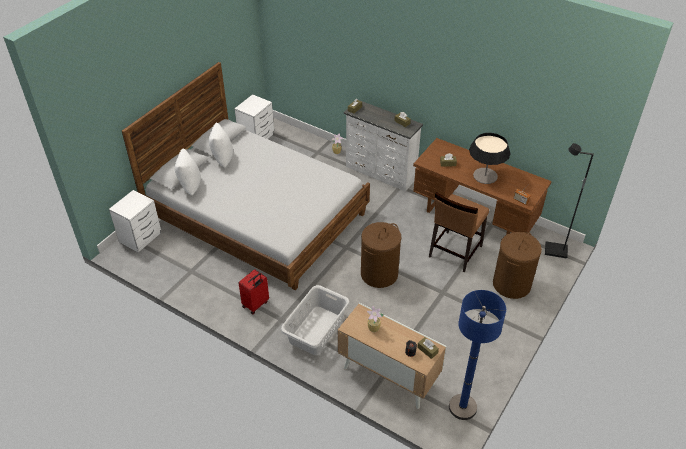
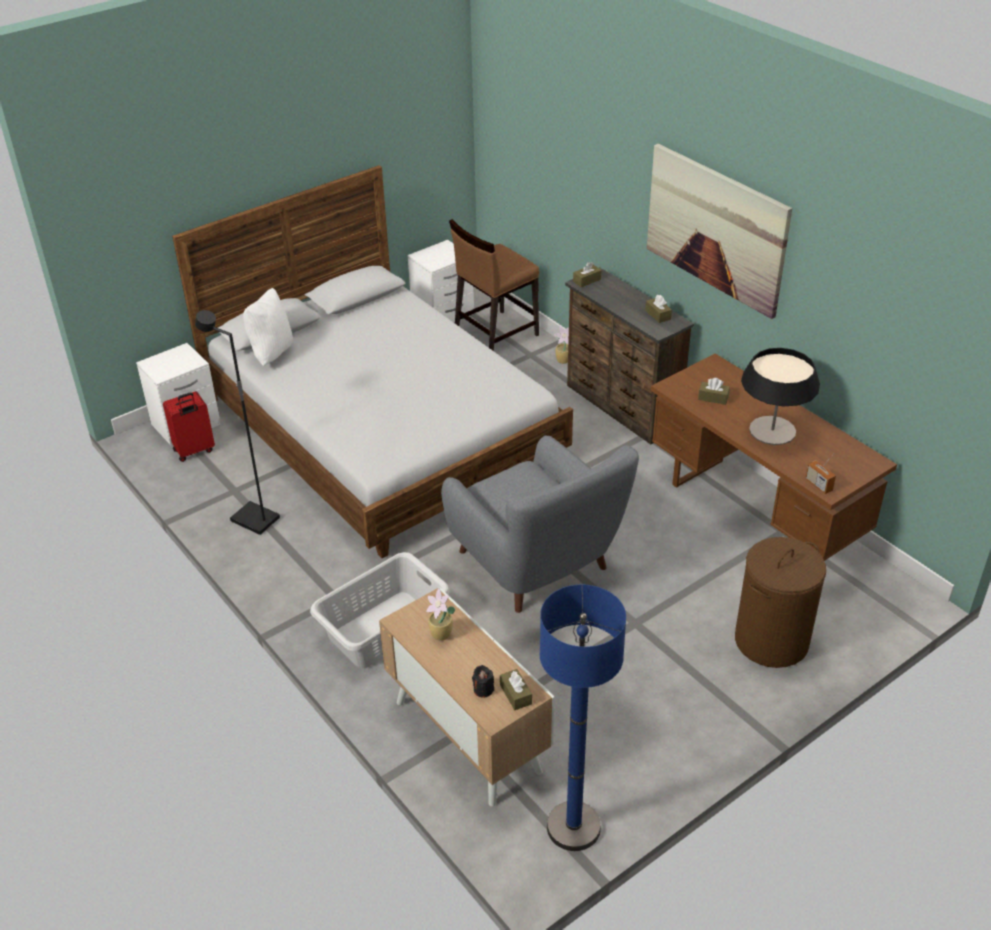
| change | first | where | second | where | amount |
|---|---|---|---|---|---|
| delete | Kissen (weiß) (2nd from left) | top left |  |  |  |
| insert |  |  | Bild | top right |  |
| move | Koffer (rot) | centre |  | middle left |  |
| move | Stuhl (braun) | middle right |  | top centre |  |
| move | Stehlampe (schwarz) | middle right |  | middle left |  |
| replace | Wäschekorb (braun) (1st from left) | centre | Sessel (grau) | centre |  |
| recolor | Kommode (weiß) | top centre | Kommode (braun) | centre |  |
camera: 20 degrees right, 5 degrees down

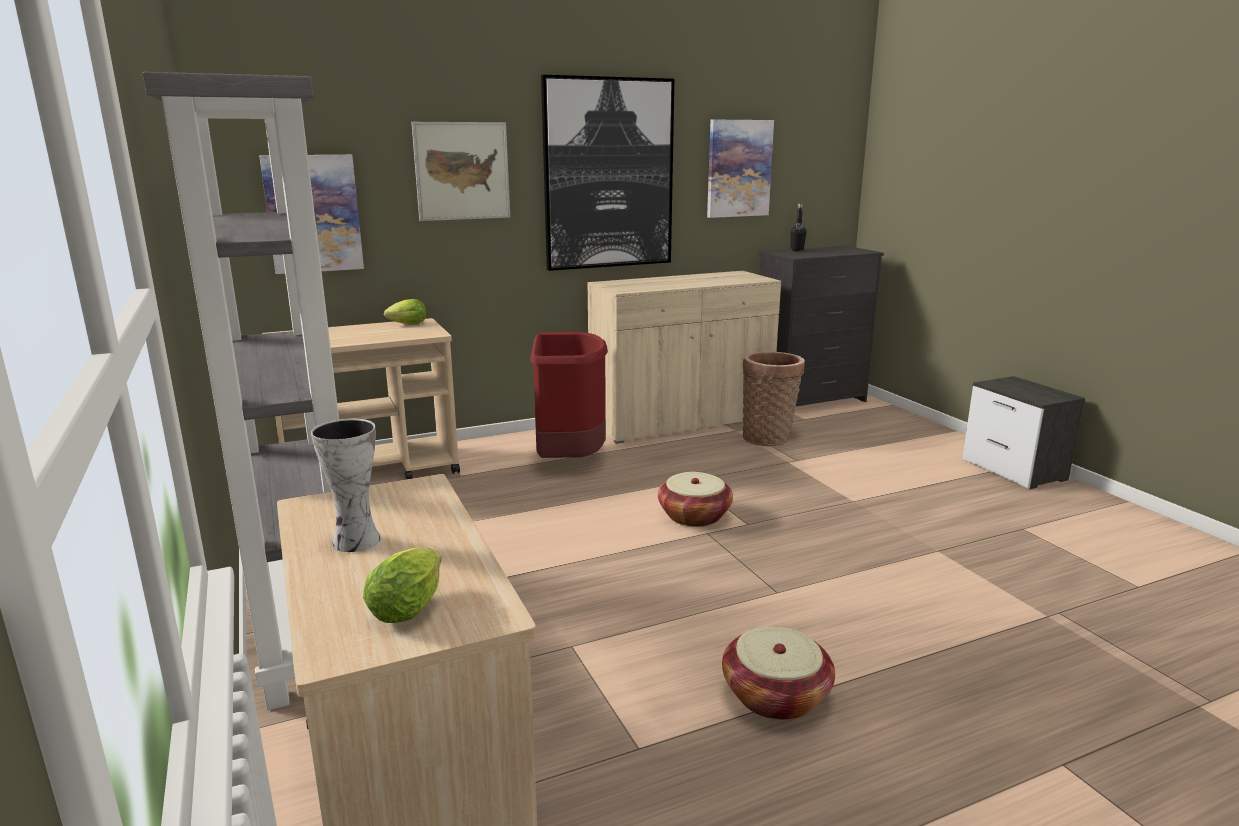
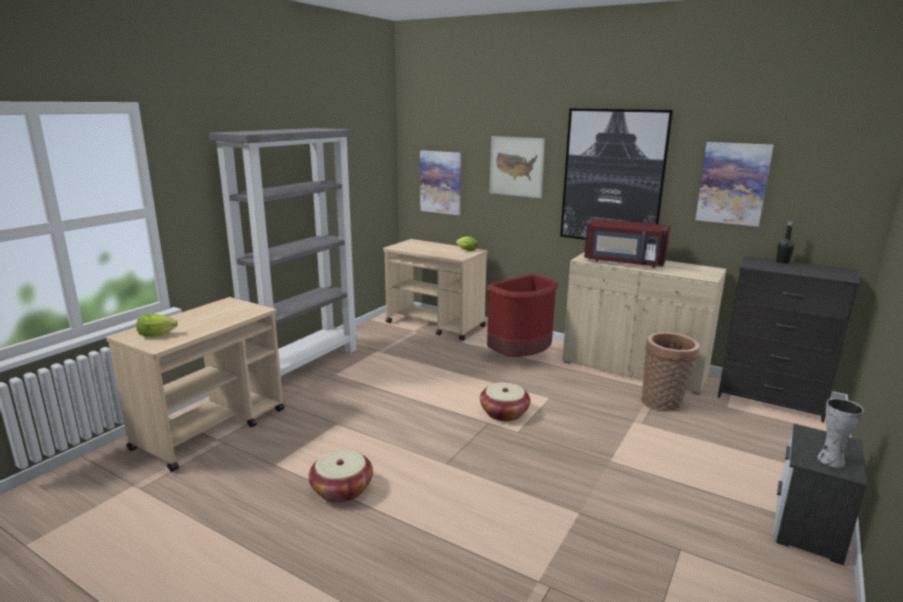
| change | first | where | second | where | amount |
|---|---|---|---|---|---|
| insert |  |  | Mikrowelle (rot) | middle right |  |
| move | Vase | middle left |  | bottom right |  |
camera: 55 degrees right, 0 degrees up

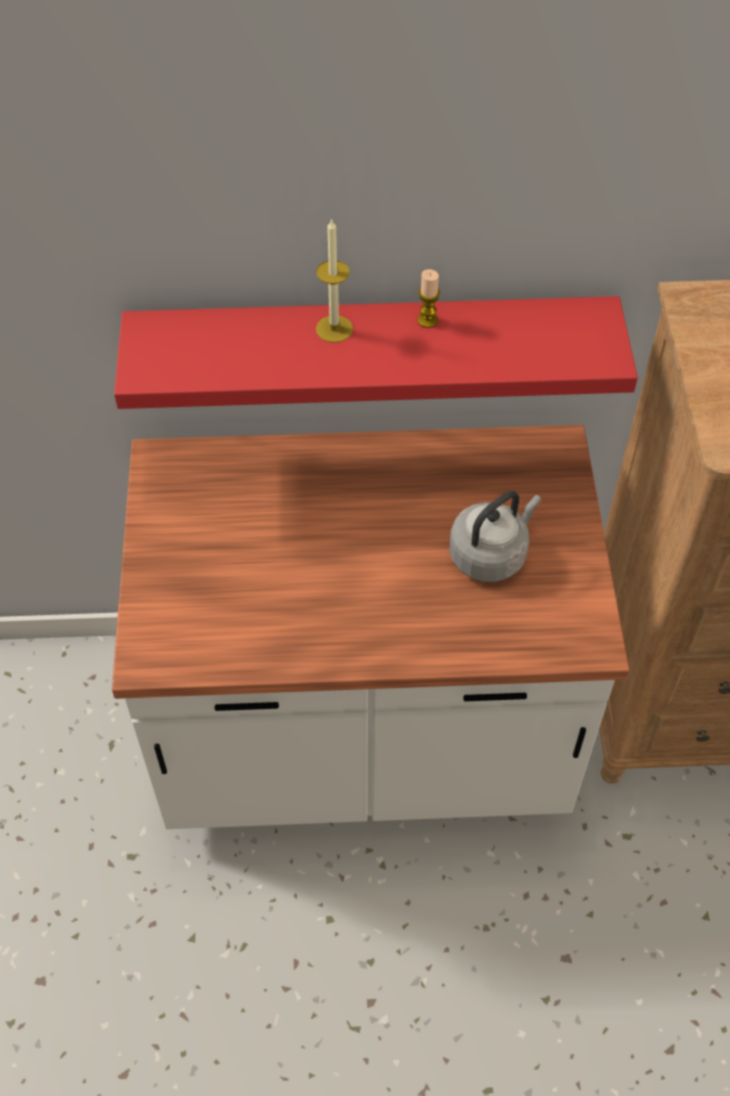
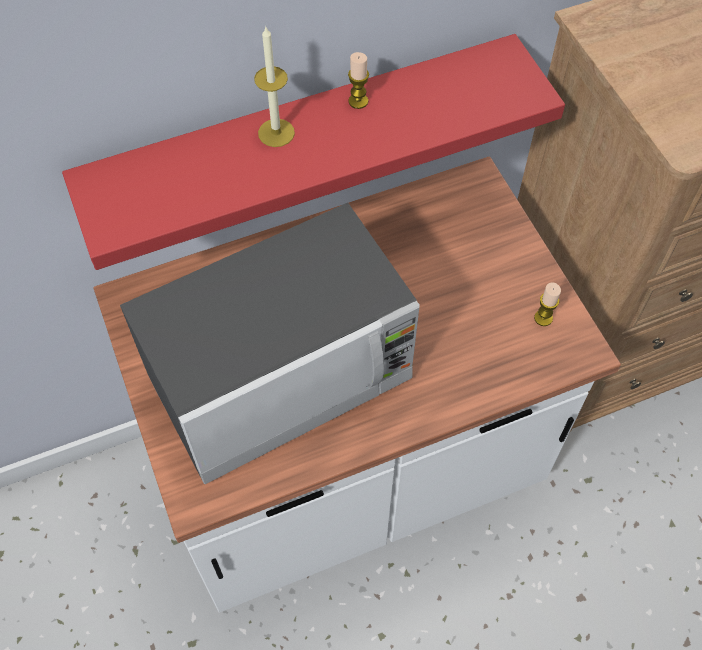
| change | first | where | second | where | amount |
|---|---|---|---|---|---|
| delete | Wasserkessel (grau) | middle right |  |  |  |
| insert |  |  | Mikrowelle | centre |  |
| insert |  |  | Kerze (3rd from left) | middle right |  |
camera: 20 degrees left, 5 degrees up

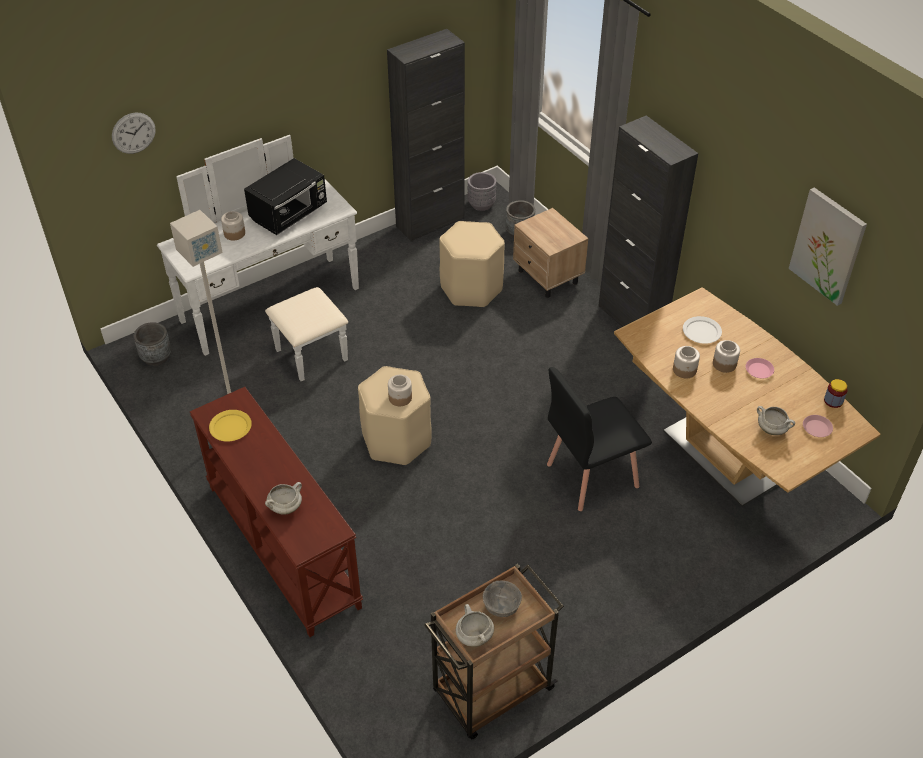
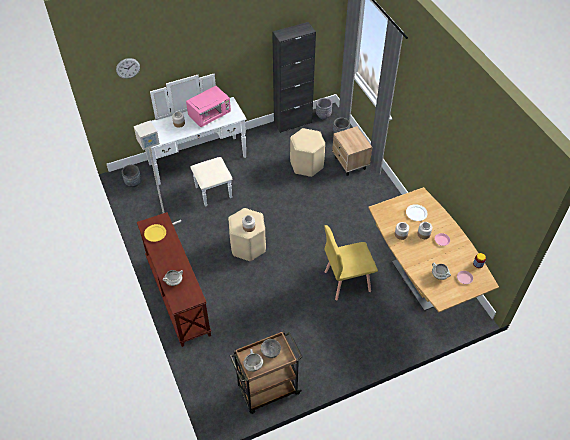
| change | first | where | second | where | amount |
|---|---|---|---|---|---|
| delete | Schrank (schwarz) (2nd from left) | top right |  |  |  |
| delete | Bild | top right |  |  |  |
| recolor | Mikrowelle (schwarz) | top left | Mikrowelle (rosa) | top centre |  |
| recolor | Stuhl (schwarz) | centre | Stuhl (gelb) | centre |  |
camera: 10 degrees right, 5 degrees up

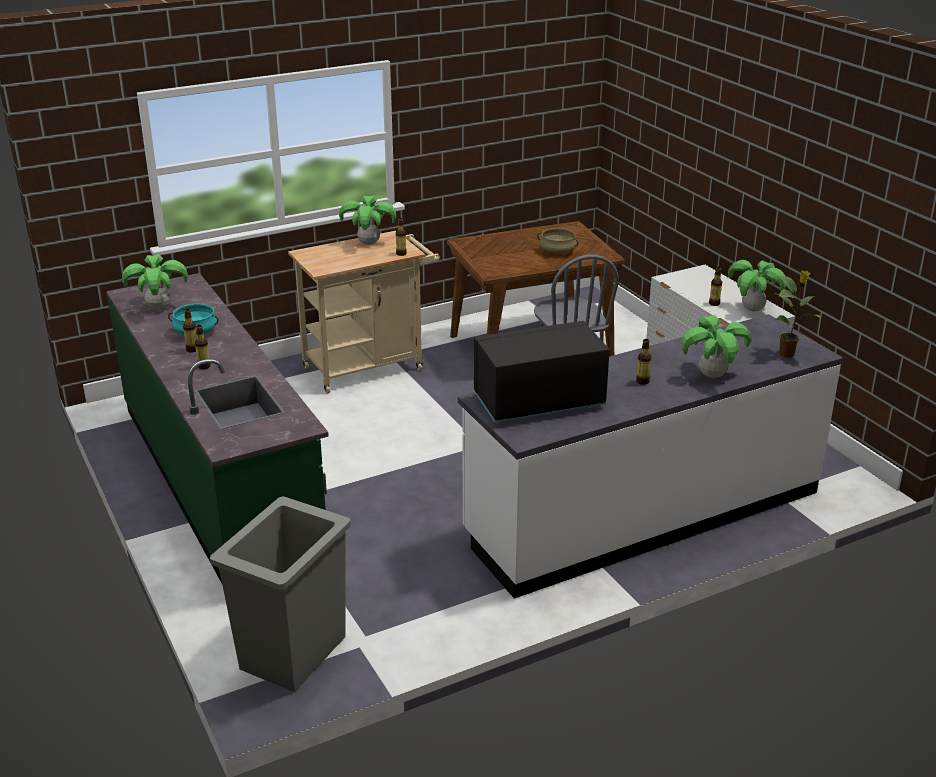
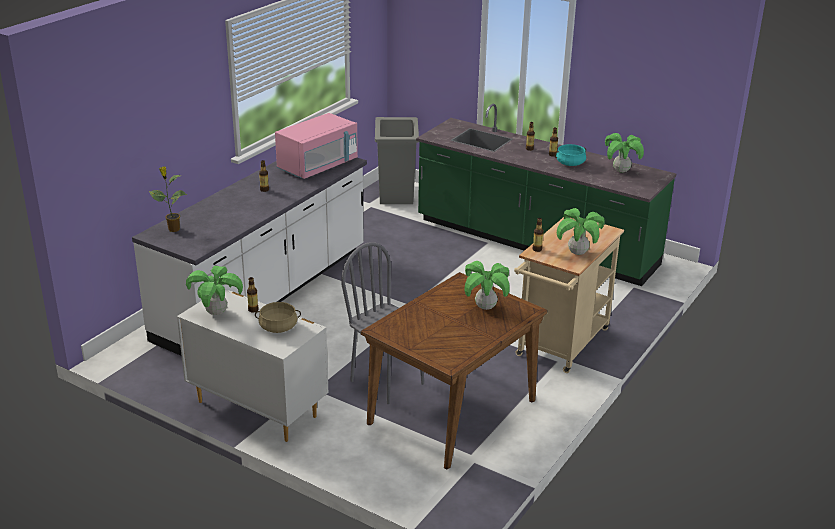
| change | first | where | second | where | amount |
|---|---|---|---|---|---|
| move | Kochtopf (beige) | top centre |  | middle left |  |
| move | Topfpflanze (3rd from left) | middle right |  | centre |  |
| recolor | Mikrowelle (schwarz) | centre | Mikrowelle (rosa) | top centre |  |
camera: 150 degrees right, 0 degrees up

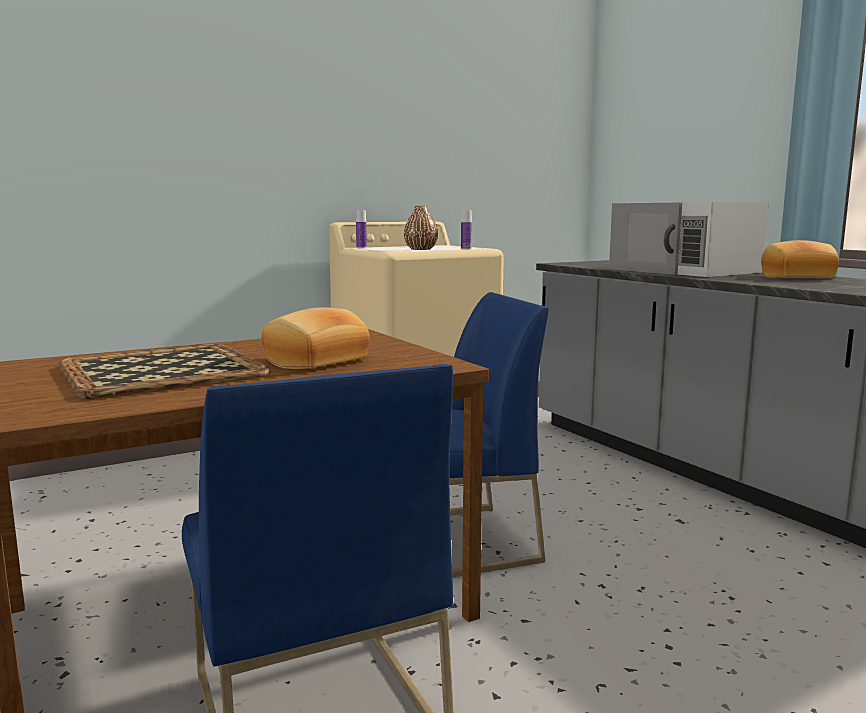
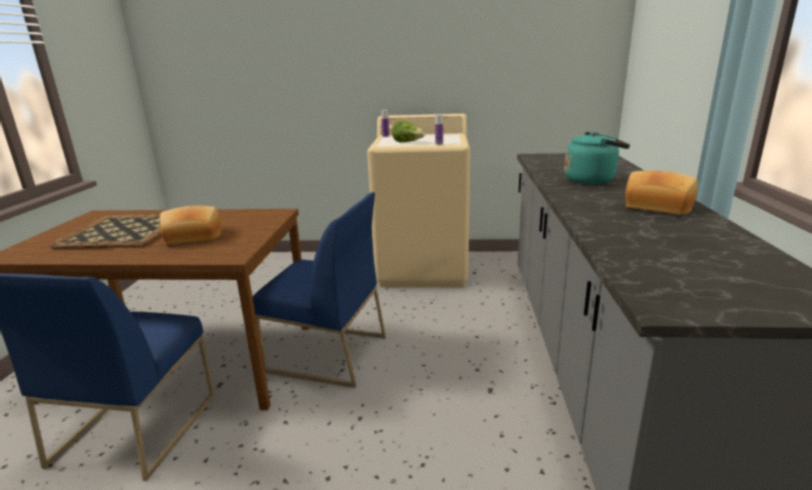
| change | first | where | second | where | amount |
|---|---|---|---|---|---|
| replace | Vase (braun) | top centre | Salatkopf | top centre |  |
| replace | Mikrowelle (weiß) | middle right | Wasserkessel (türkis) | top right |  |
camera: 35 degrees right, 10 degrees up

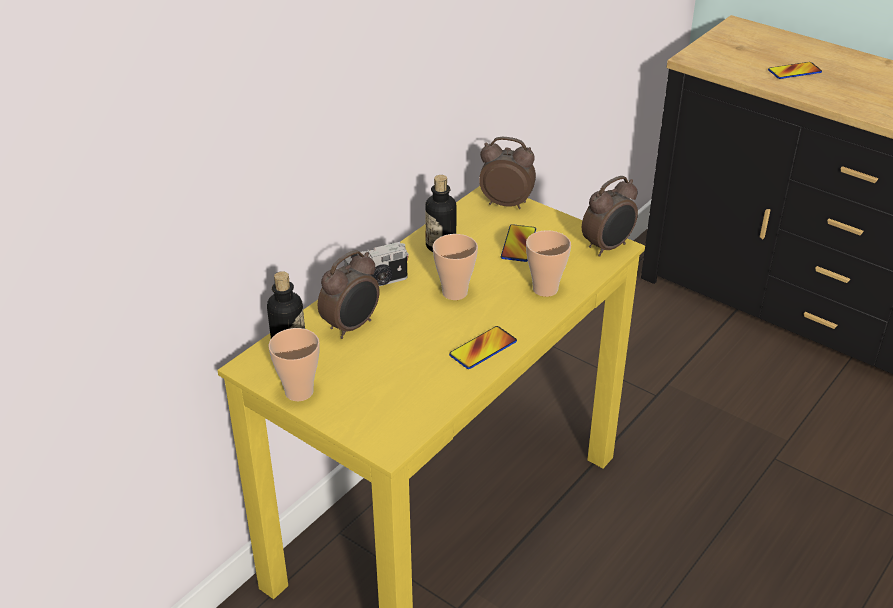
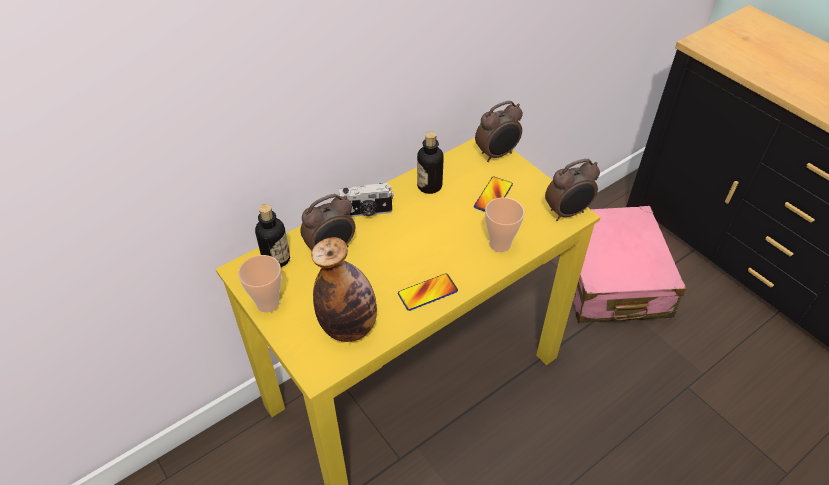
| change | first | where | second | where | amount |
|---|---|---|---|---|---|
| delete | Tasse (2nd from left) | centre |  |  |  |
| delete | Handy (3rd from left) | top right |  |  |  |
| insert |  |  | Flasche (2nd from left) | centre |  |
| insert |  |  | Koffer (rosa) | middle right |  |
| rotate | Wecker (2nd from left) | top centre |  | top centre | 120 degrees clockwise |
camera: 15 degrees right, 10 degrees up

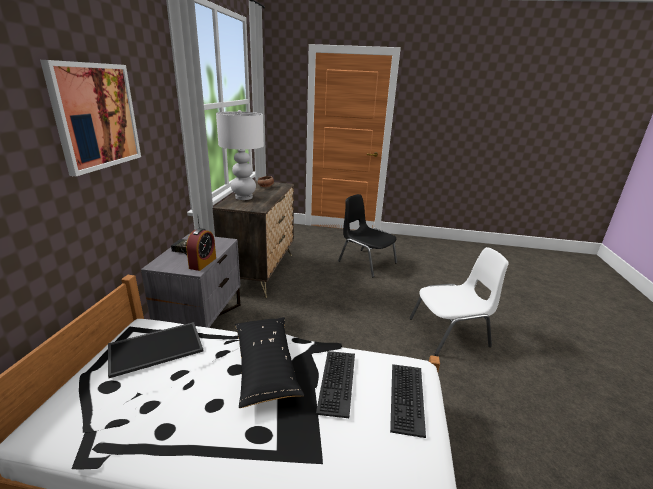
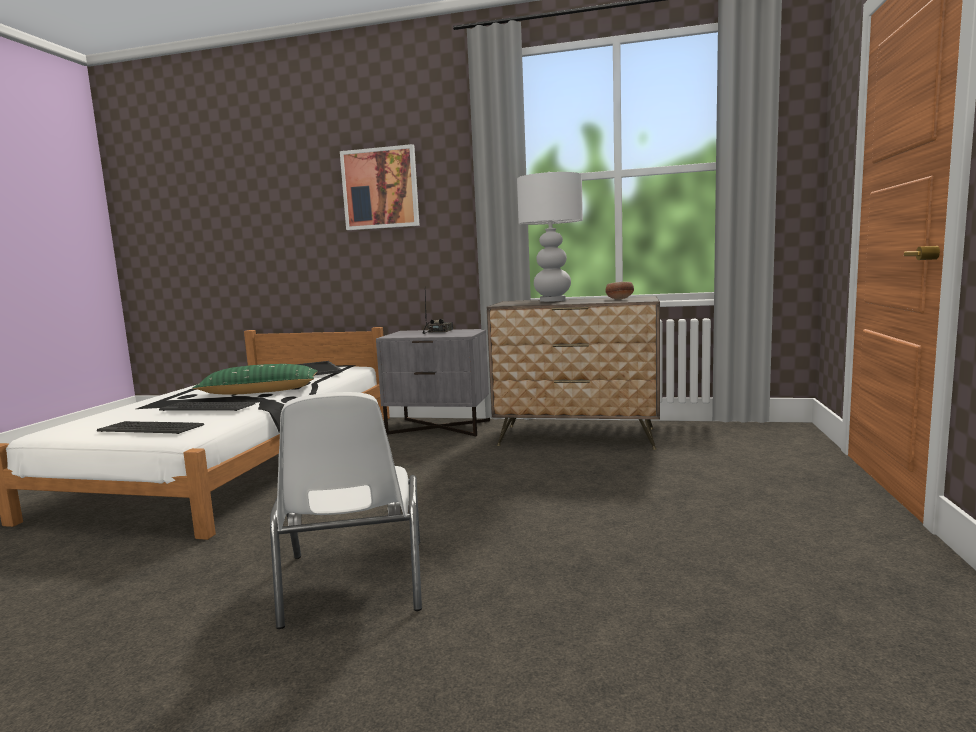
| change | first | where | second | where | amount |
|---|---|---|---|---|---|
| delete | Wecker | middle left |  |  |  |
| delete | Stuhl (schwarz) | centre |  |  |  |
| recolor | Kissen (schwarz) | bottom centre | Kissen (grün) | middle left |  |
camera: 95 degrees right, 15 degrees down

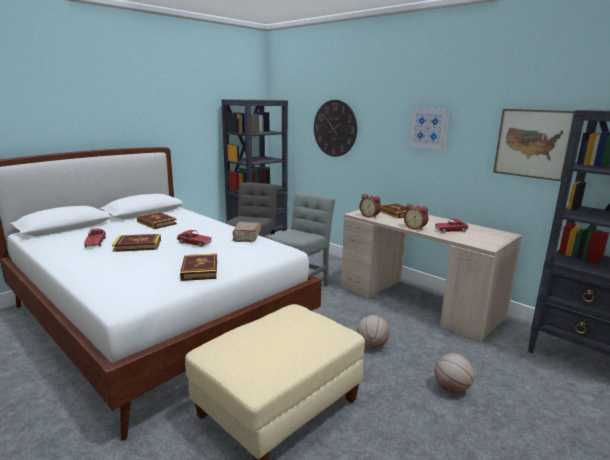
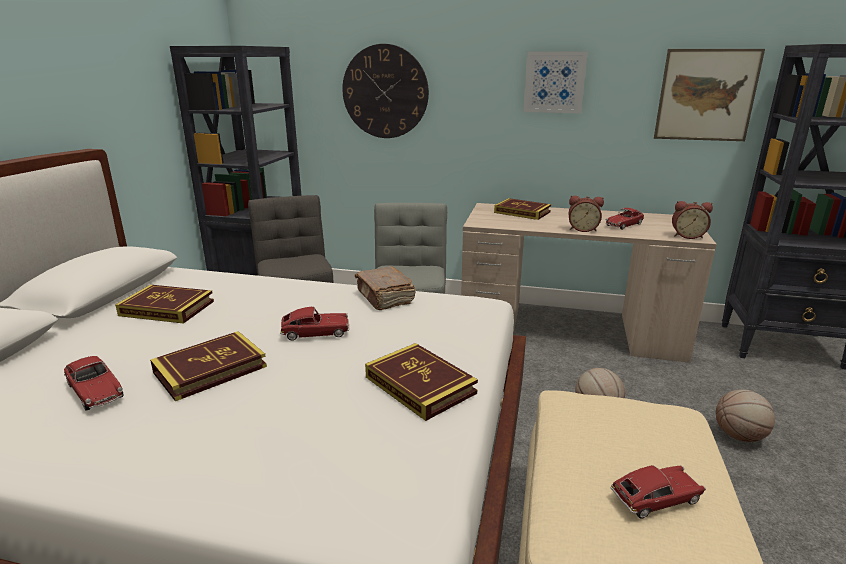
| change | first | where | second | where | amount |
|---|---|---|---|---|---|
| insert |  |  | Spielzeugauto (4th from left) | bottom right |  |
| move | Wecker (1st from left in the first image) | centre | Wecker (2nd from left) | middle right |  |
camera: 30 degrees left, 5 degrees up

